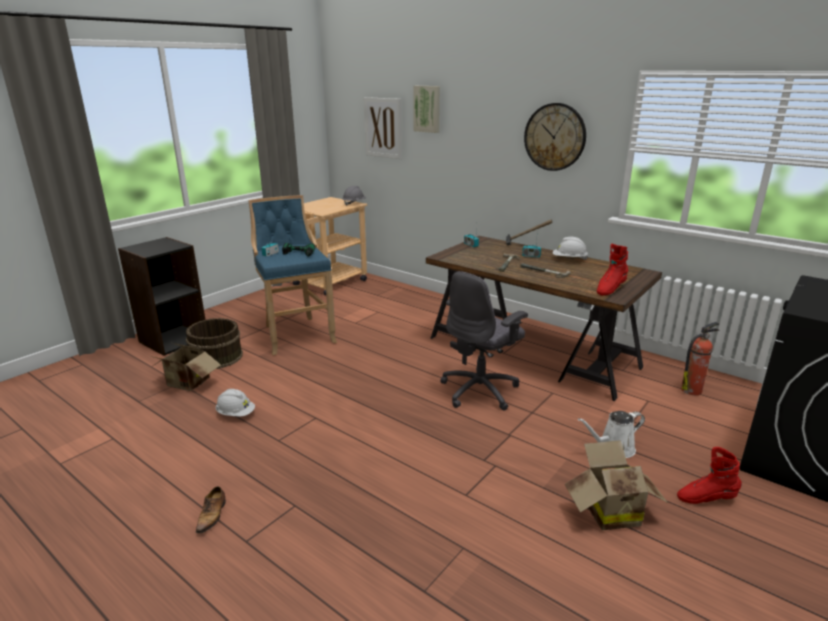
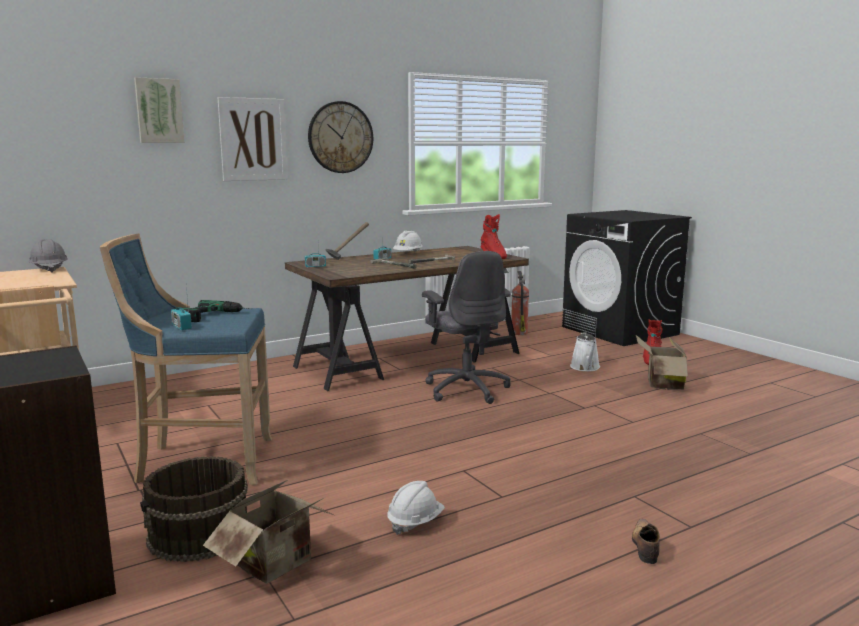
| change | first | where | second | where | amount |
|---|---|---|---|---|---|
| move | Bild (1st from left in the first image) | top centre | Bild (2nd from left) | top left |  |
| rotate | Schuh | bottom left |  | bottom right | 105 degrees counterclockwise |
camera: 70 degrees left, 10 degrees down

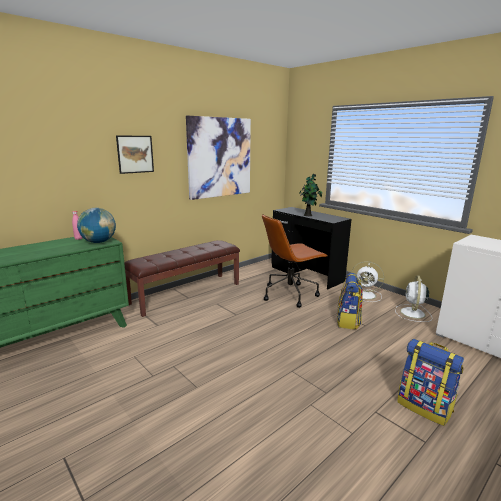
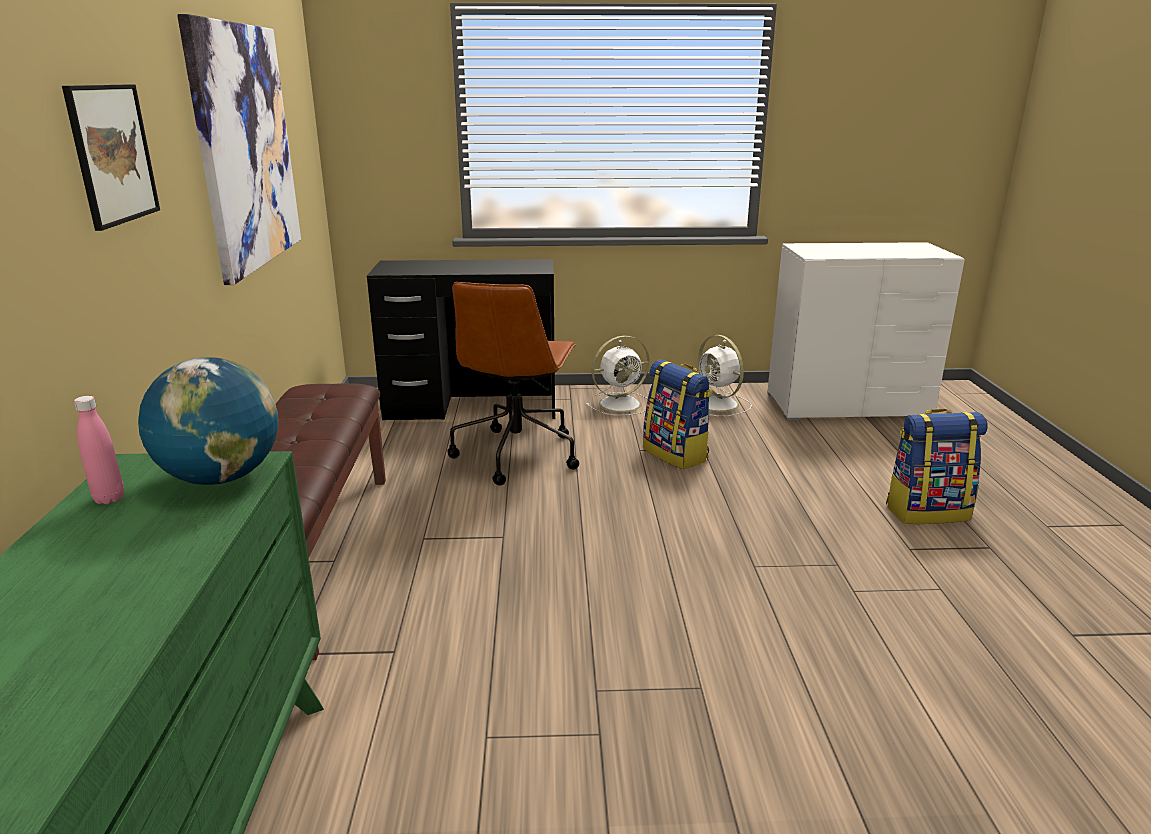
| change | first | where | second | where | amount |
|---|---|---|---|---|---|
| delete | Topfpflanze | centre |  |  |  |
camera: 50 degrees left, 5 degrees up

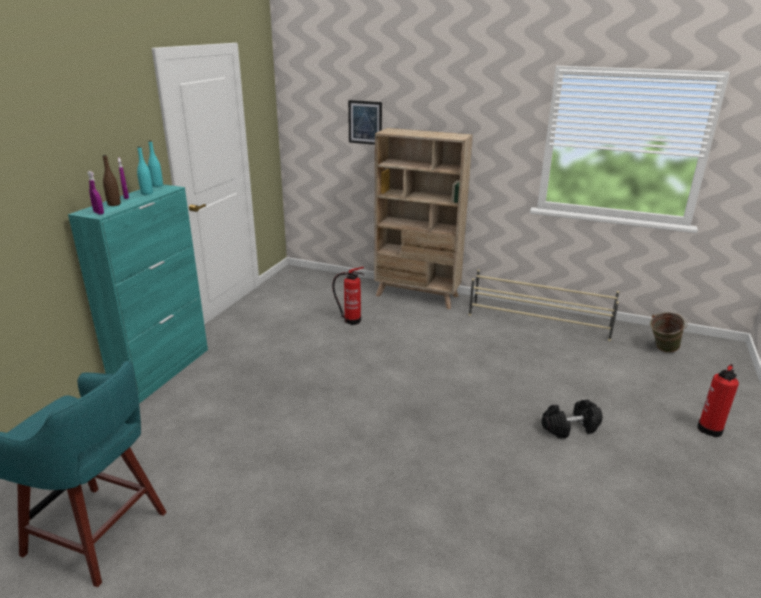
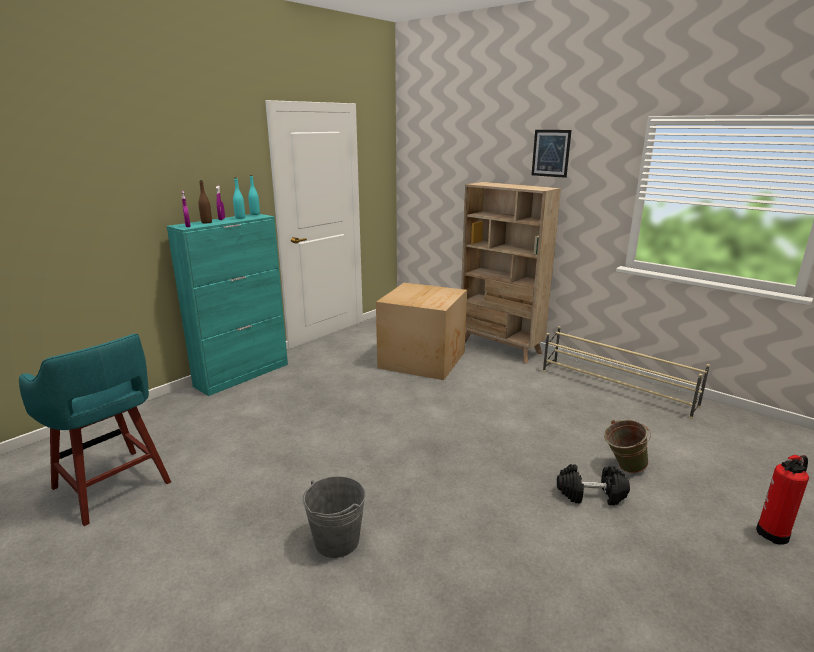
| change | first | where | second | where | amount |
|---|---|---|---|---|---|
| insert |  |  | Eimer (grau) | bottom centre |  |
| move | Bild | top centre |  | top right |  |
| move | Eimer (grün) | middle right |  | bottom right |  |
| replace | Feuerlöscher (1st from left) | centre | Karton | centre |  |
camera: 20 degrees right, 5 degrees down

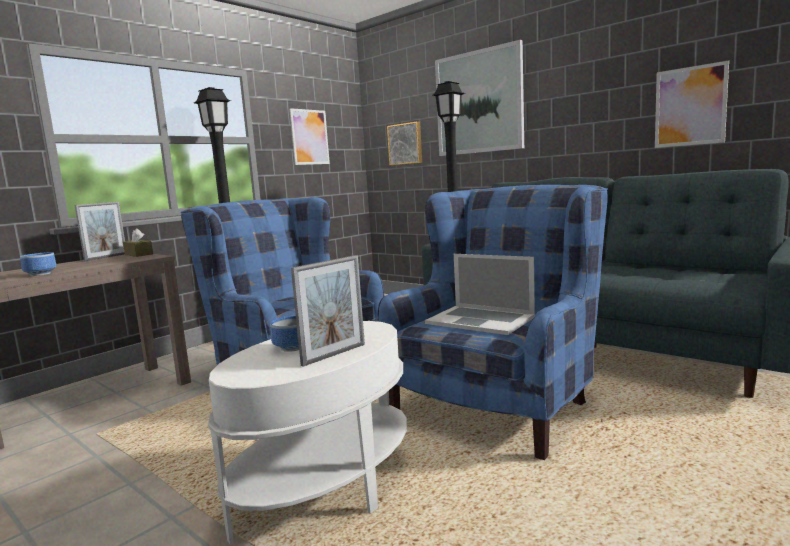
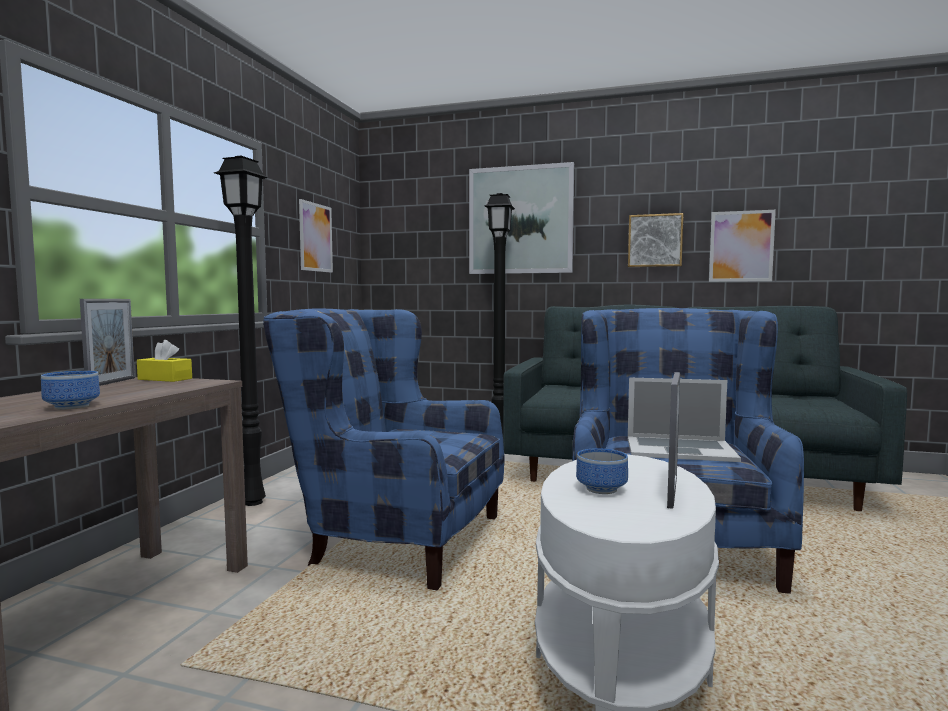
| change | first | where | second | where | amount |
|---|---|---|---|---|---|
| move | Bild (2nd from left in the first image) | top centre | Bild (3rd from left) | middle right |  |
| recolor | Taschentuchbox (braun) | middle left | Taschentuchbox (gelb) | middle left |  |
camera: 25 degrees left, 5 degrees down

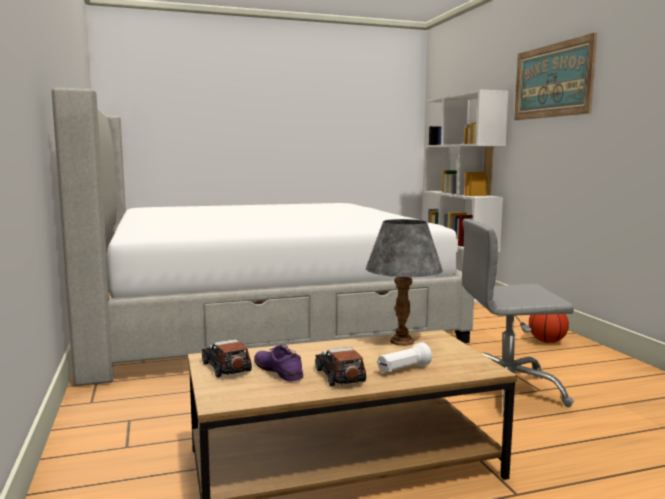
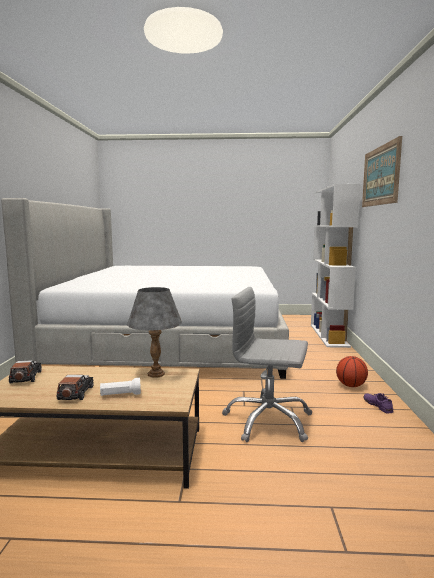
| change | first | where | second | where | amount |
|---|---|---|---|---|---|
| move | Schuh (lila) | bottom centre |  | bottom right |  |
camera: 20 degrees right, 0 degrees up

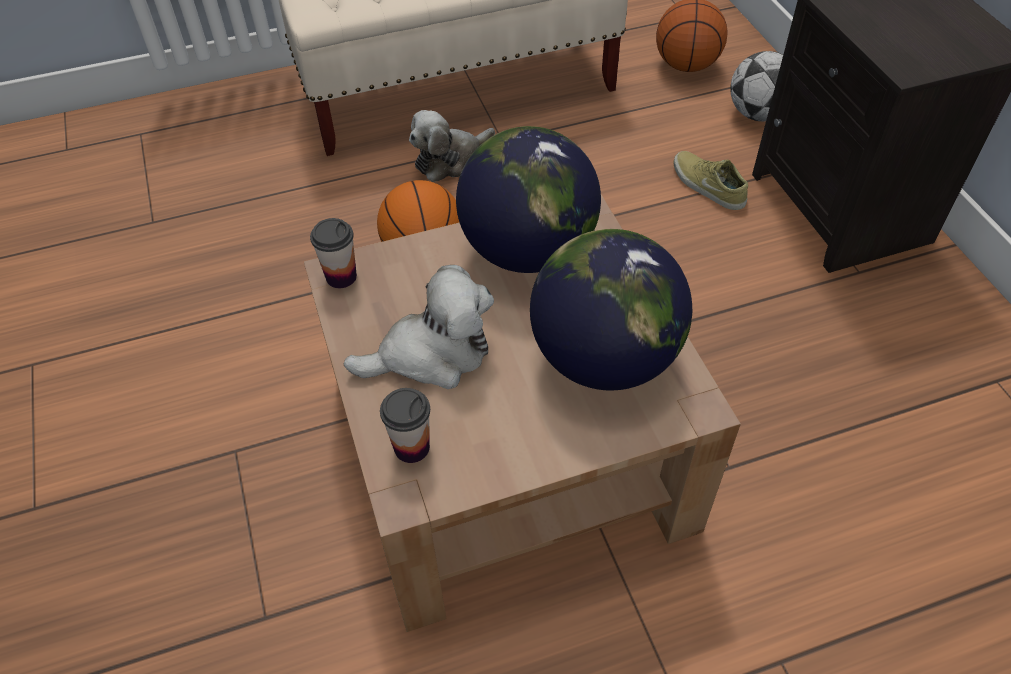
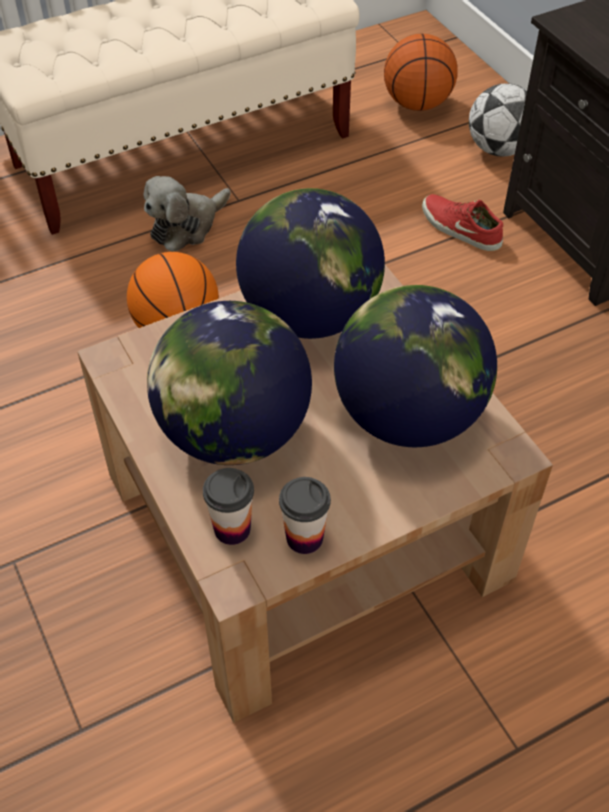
| change | first | where | second | where | amount |
|---|---|---|---|---|---|
| move | Tasse (1st from left in the first image) | middle left | Tasse (2nd from left) | centre |  |
| replace | Plüschtier (1st from left) | centre | Globus (1st from left) | centre |  |
| recolor | Schuh (beige) | top right | Schuh (rot) | top right |  |
camera: 10 degrees left, 0 degrees up

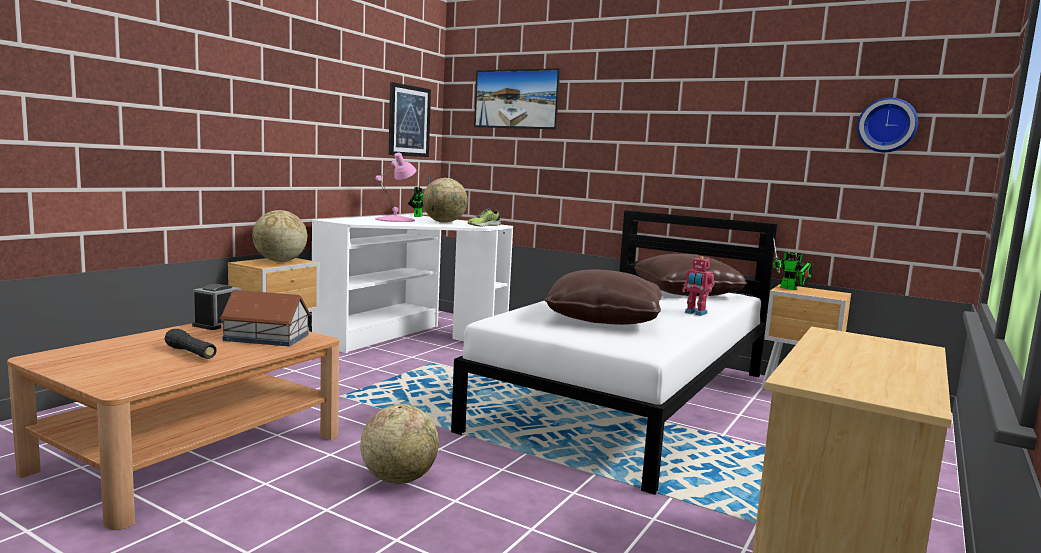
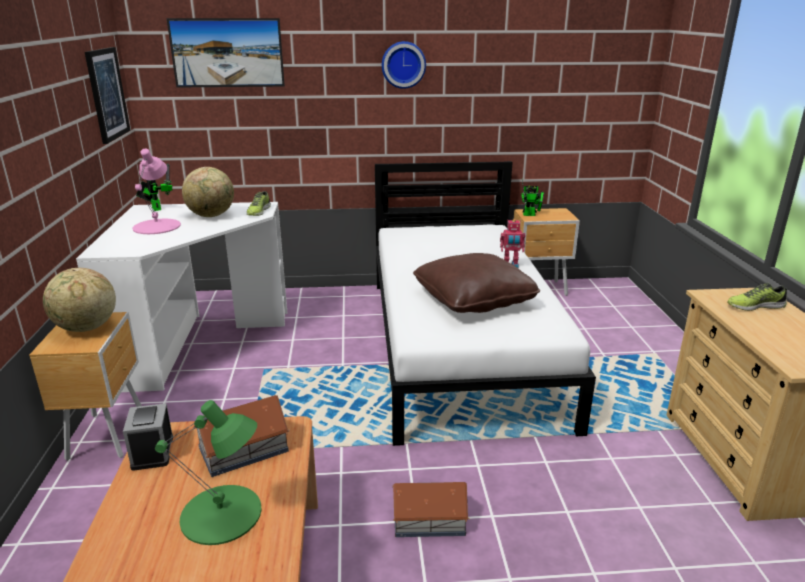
| change | first | where | second | where | amount |
|---|---|---|---|---|---|
| delete | Kissen (braun) (2nd from left) | centre |  |  |  |
| insert |  |  | Schuh (2nd from left) | middle right |  |
| move | Wanduhr | top right |  | top centre |  |
| replace | Taschenlampe (schwarz) | middle left | Tischlampe (grün) | bottom left |  |
| replace | Globus (2nd from left) | bottom centre | Spielzeughaus (2nd from left) | bottom centre |  |
camera: 35 degrees left, 15 degrees up

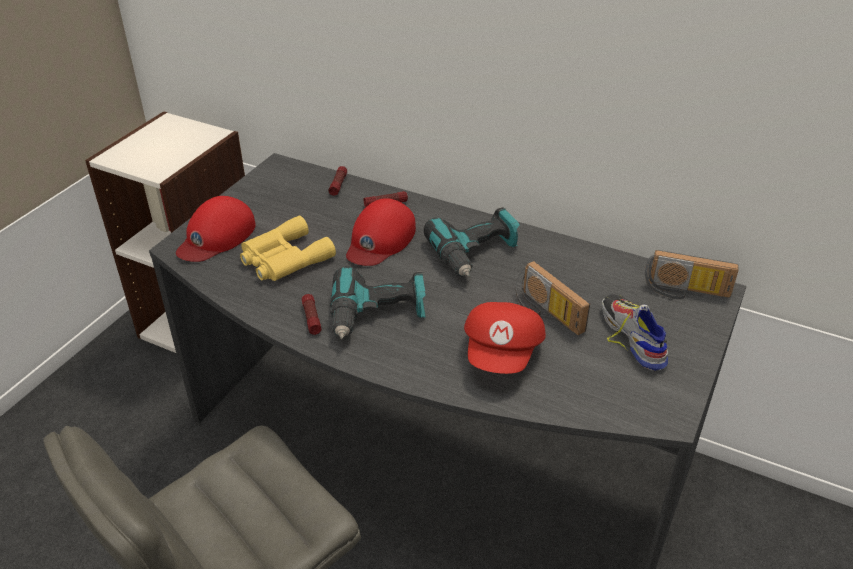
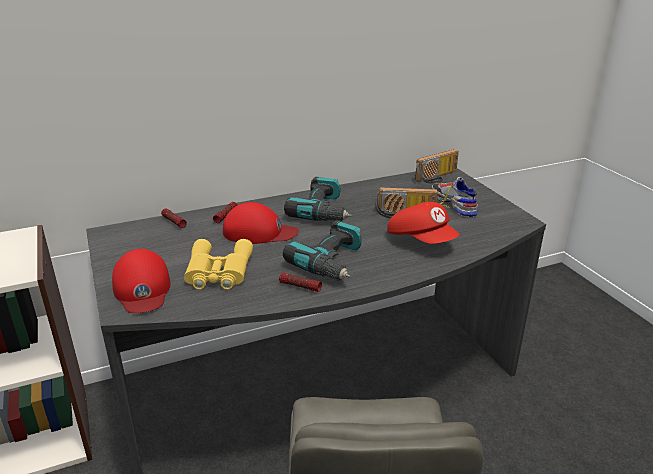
| change | first | where | second | where | amount |
|---|---|---|---|---|---|
| rotate | Kappe (rot) (2nd from left) | centre |  | centre | 60 degrees counterclockwise |
| rotate | Schuh | middle right |  | middle right | 45 degrees clockwise |
camera: 50 degrees left, 10 degrees down

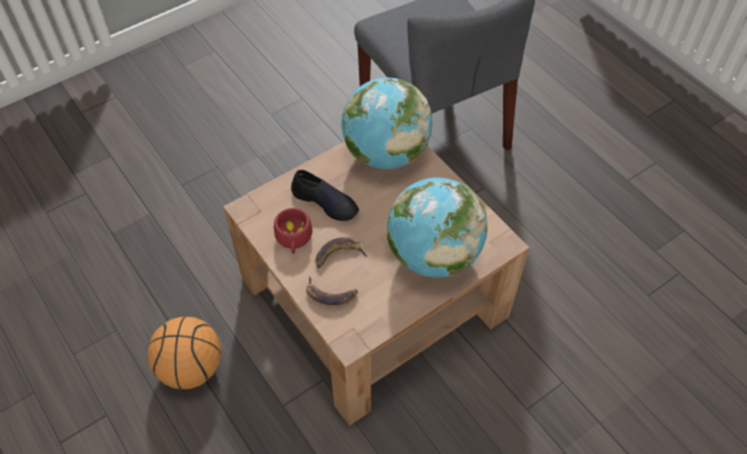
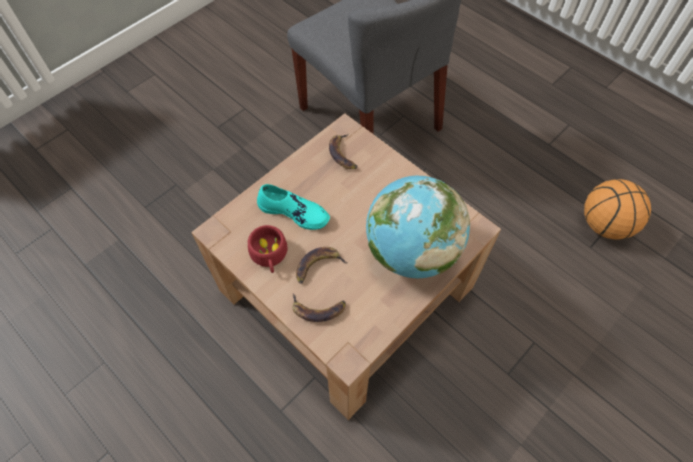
| change | first | where | second | where | amount |
|---|---|---|---|---|---|
| move | Basketball | bottom left |  | middle right |  |
| replace | Globus (1st from left) | top centre | Banane (3rd from left) | top centre |  |
| recolor | Schuh (schwarz) | centre | Schuh (türkis) | centre |  |
camera: 10 degrees left, 5 degrees up

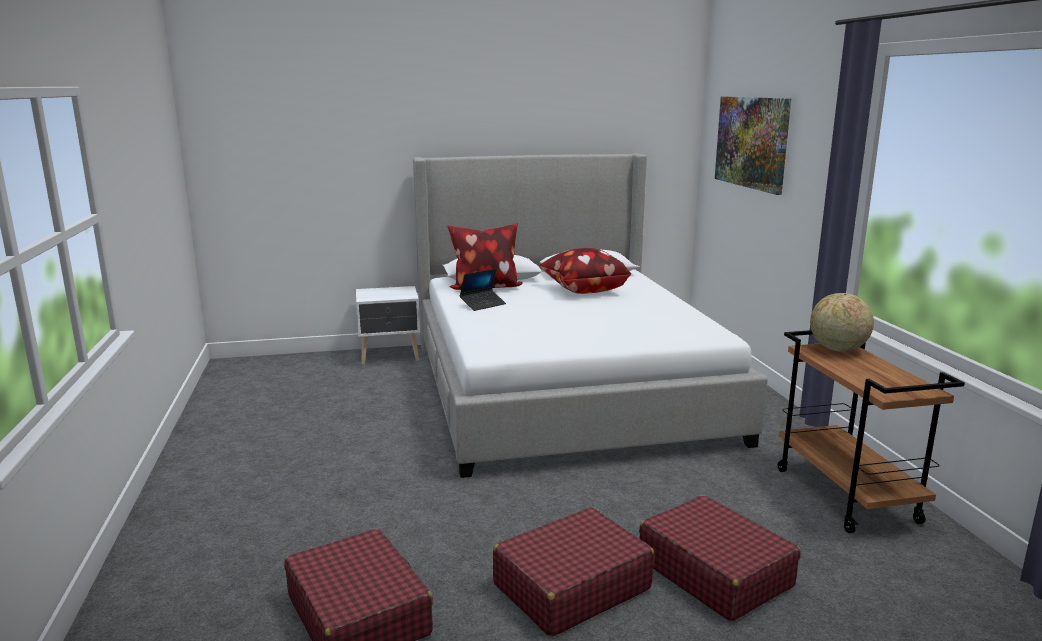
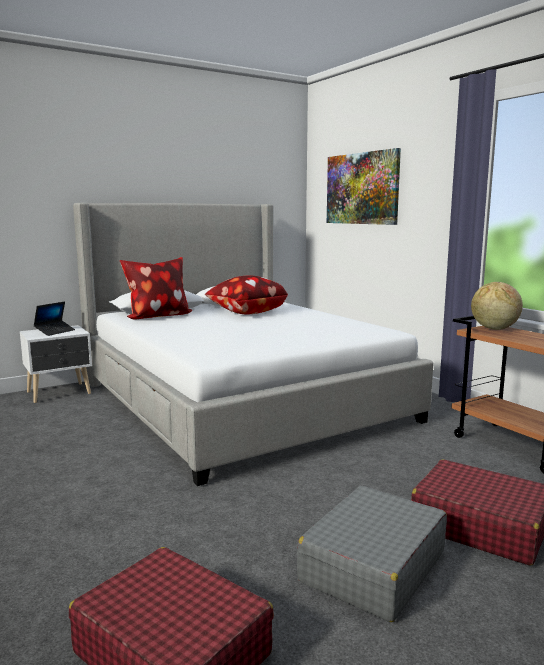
| change | first | where | second | where | amount |
|---|---|---|---|---|---|
| move | Laptop | centre |  | middle left |  |
| recolor | Koffer (rot) (2nd from left) | bottom centre | Koffer (grau) | bottom right |  |
camera: 20 degrees left, 5 degrees down

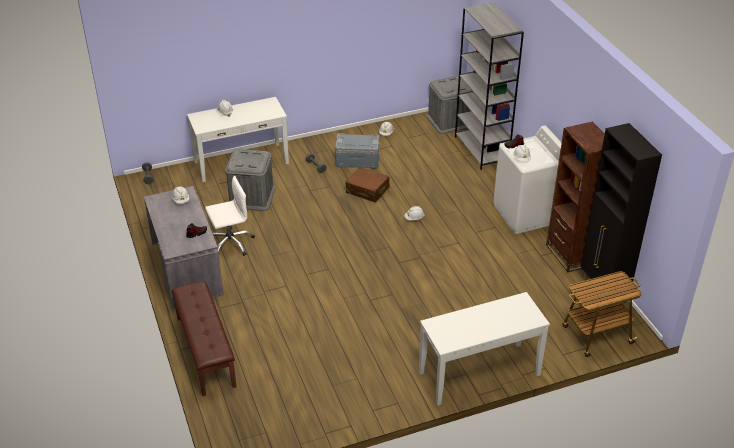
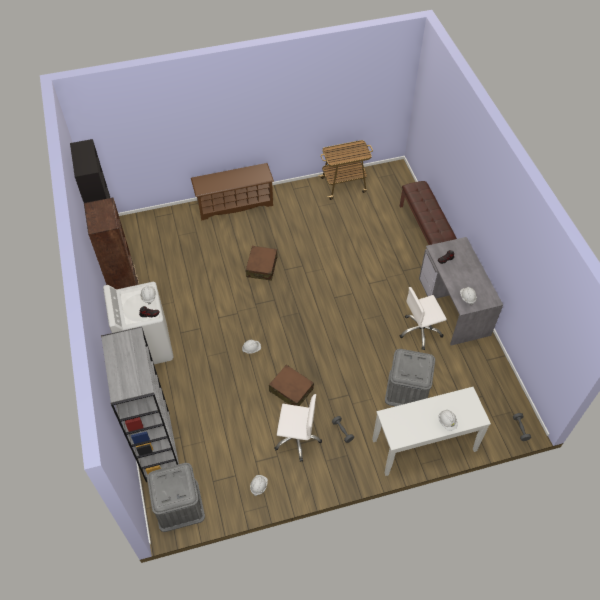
| change | first | where | second | where | amount |
|---|---|---|---|---|---|
| insert |  |  | Koffer (braun) (1st from left) | centre |  |
| move | Rollwagen | bottom right |  | top centre |  |
| replace | Aufbewahrungsbox (grau) (2nd from left) | centre | Bürostuhl (weiß) (1st from left) | bottom centre |  |
| replace | Konsolentisch (weiß) (2nd from left) | bottom centre | Schuhregal (braun) | top centre |  |
camera: 175 degrees left, 15 degrees up

